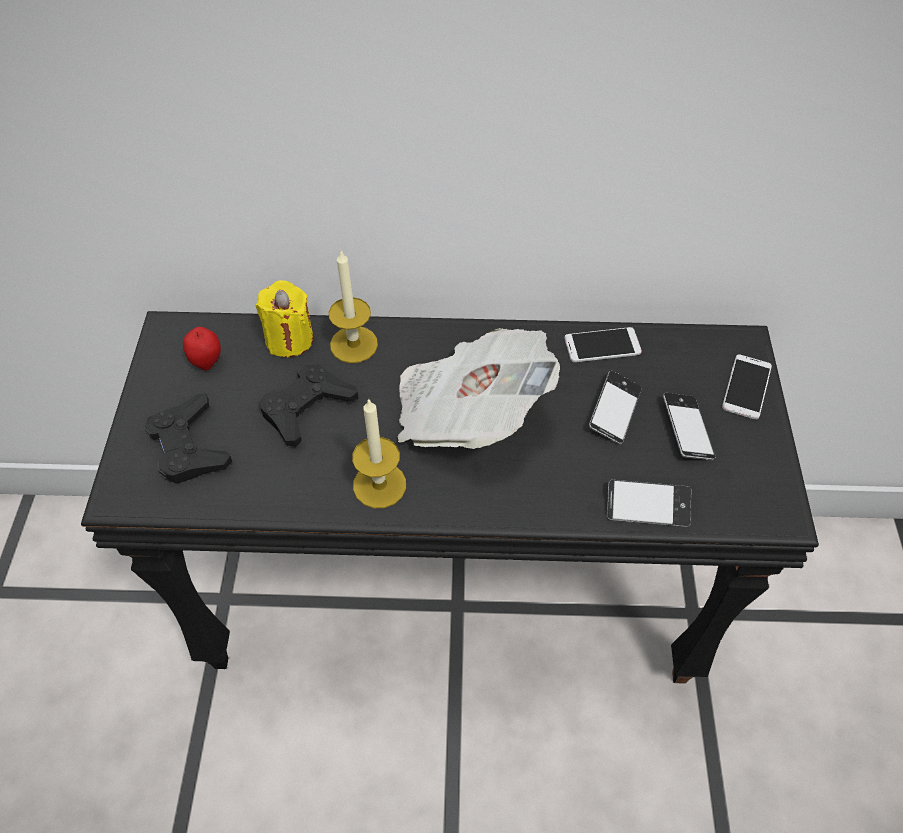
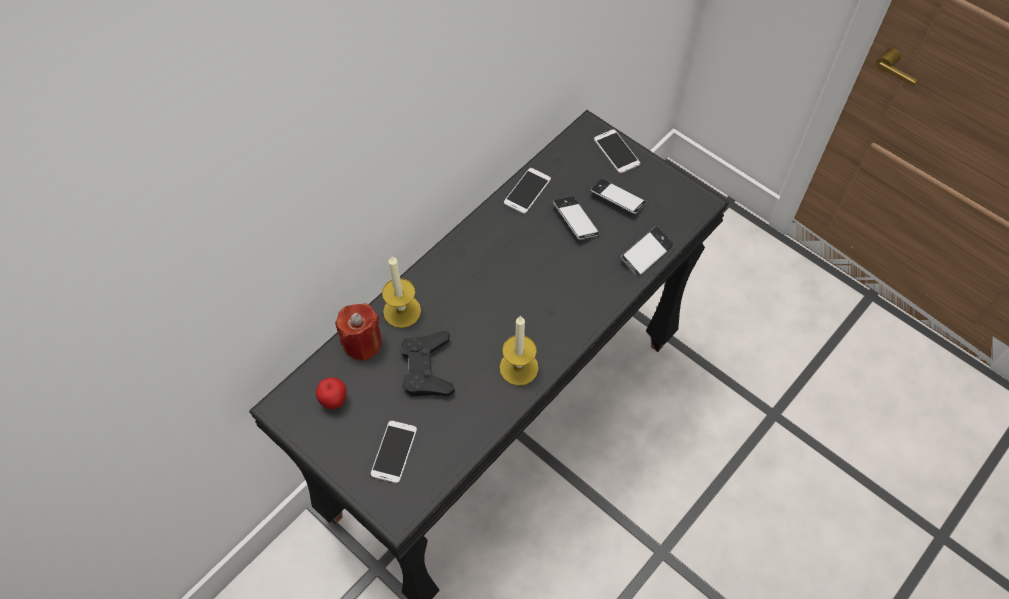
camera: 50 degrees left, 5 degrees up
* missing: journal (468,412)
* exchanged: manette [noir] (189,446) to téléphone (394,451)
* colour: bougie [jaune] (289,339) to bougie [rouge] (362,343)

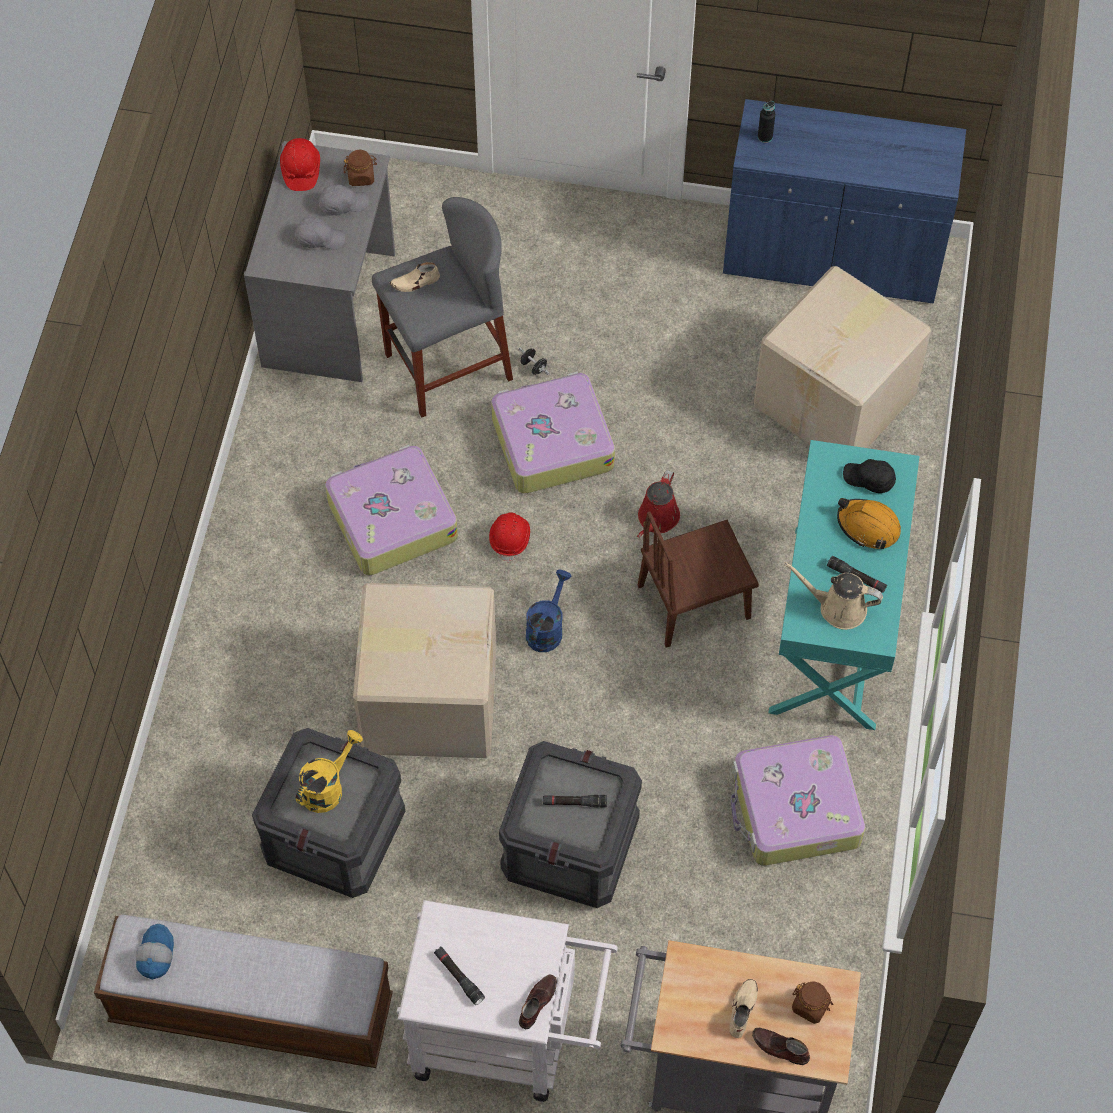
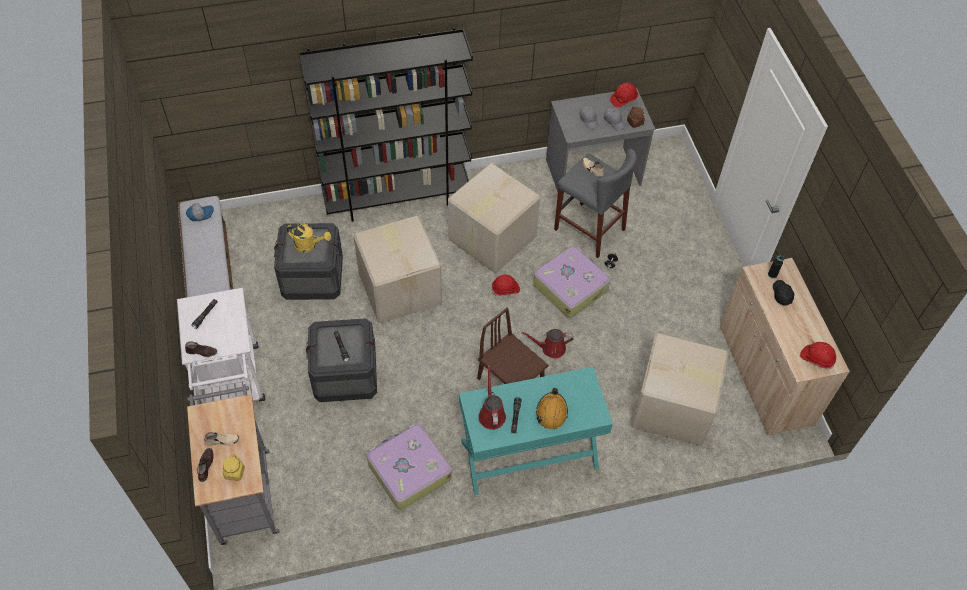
camera: 65 degrees right, 5 degrees down
* missing: arrosoir [bleu] (547,628)
* appeared: bibliothèque [noir] (397,198)
* appeared: casque de chantier [rouge] (817,358)
* relocated: casquette [noir] (869,480) to (781,295)
* exchanged: valise (391,519) to carton (490,238)
* colour: meuble de rangement [bleu] (832,258) to meuble de rangement [beige] (765,375)
* colour: arrosoir [beige] (837,608) to arrosoir [rouge] (491,414)
* colour: bocal [marron] (811,1006) to bocal [jaune] (234,473)

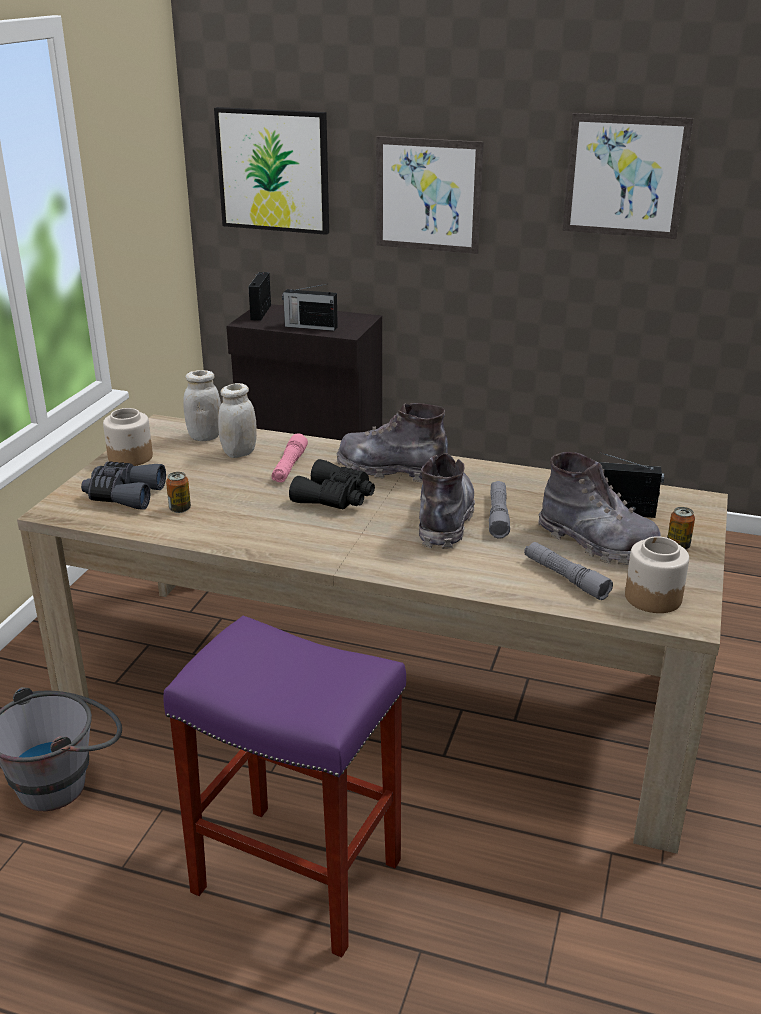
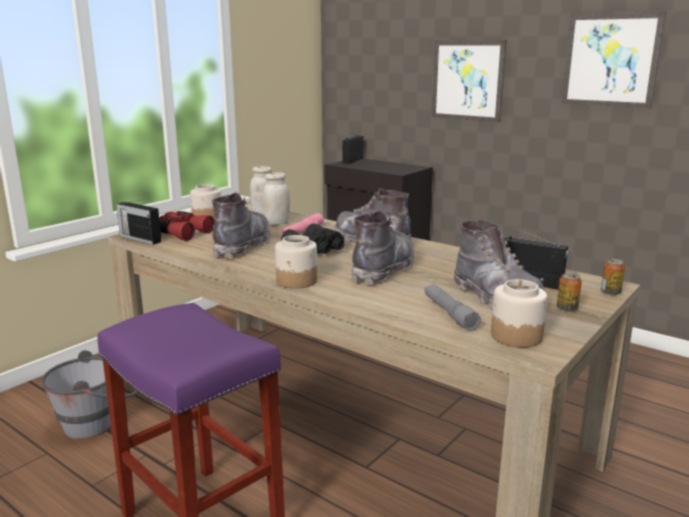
camera: 20 degrees right, 10 degrees down
* missing: tableau (273,170)
* missing: lampe de poche [gris] (498,516)
* appeared: botte [gris] (243,246)
* appeared: bocal (297,281)
* relocated: boîte métallique (180,509) to (610,292)
* relocated: radio (310,326) to (139,238)
* colour: jumelles [gris] (123,495) to jumelles [rouge] (182,233)

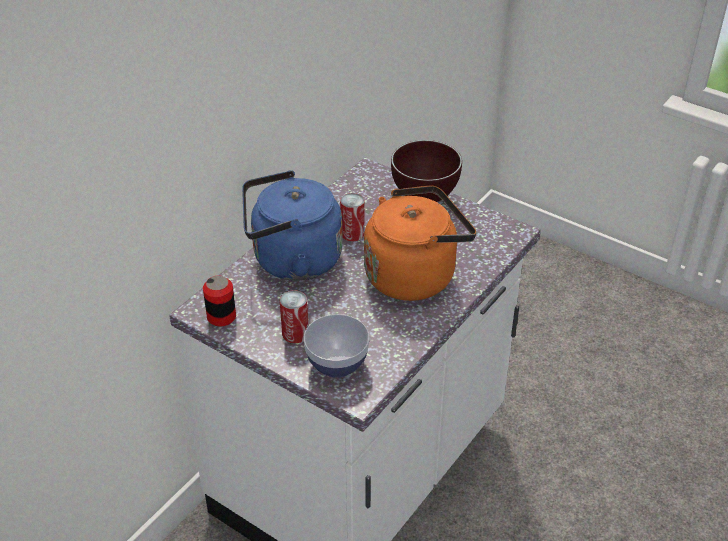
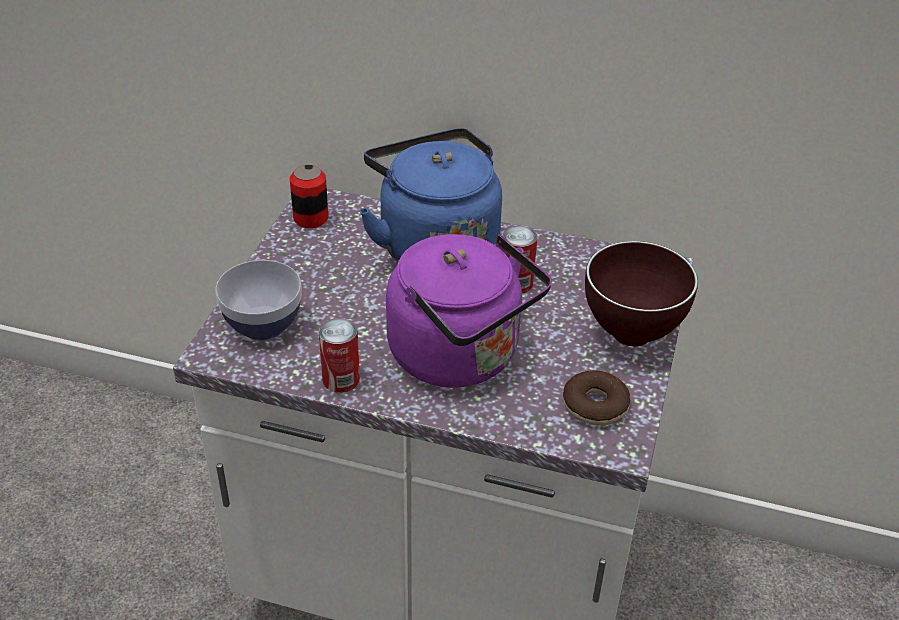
camera: 70 degrees right, 0 degrees up
* appeared: beignet (595,405)
* relocated: boîte métallique (295,333) to (341,379)
* colour: bouilloire [orange] (414,275) to bouilloire [violet] (461,357)

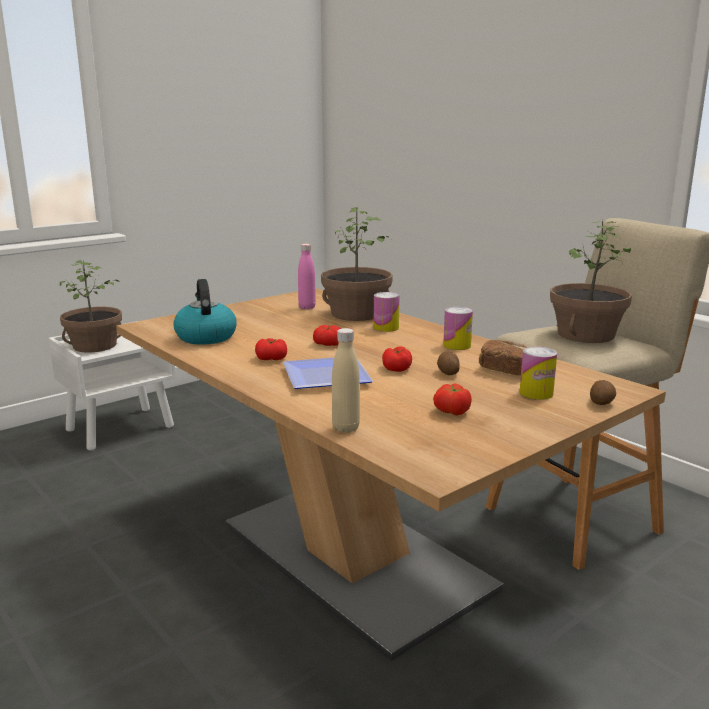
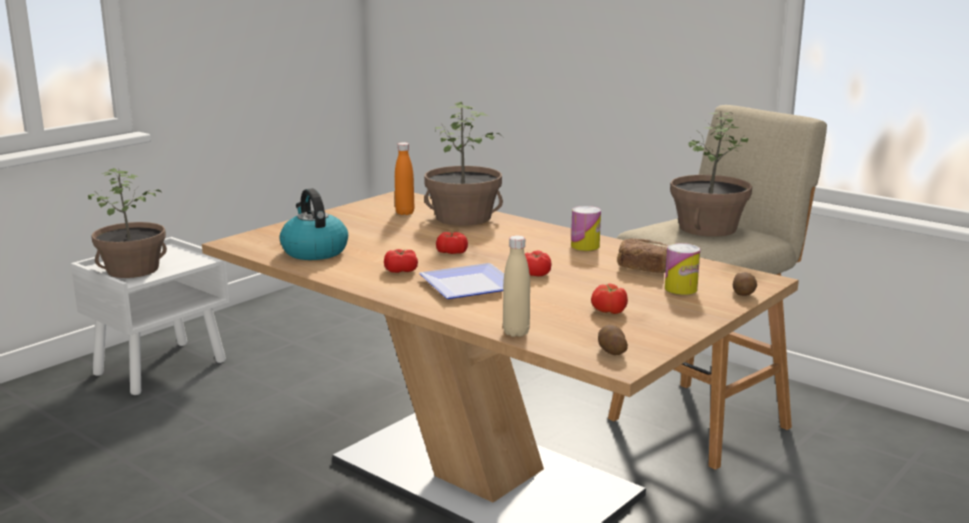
camera: 10 degrees left, 0 degrees up
* missing: boîte métallique (386,328)
* relocated: pomme de terre (447,372) to (611,351)
* colour: bouteille [rose] (307,307) to bouteille [orange] (405,213)

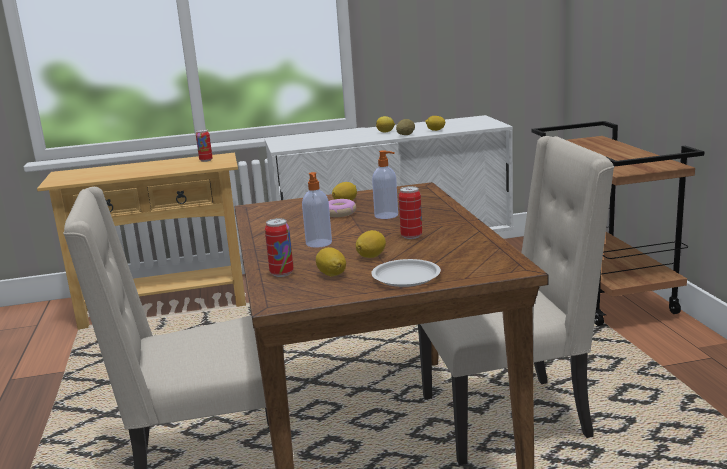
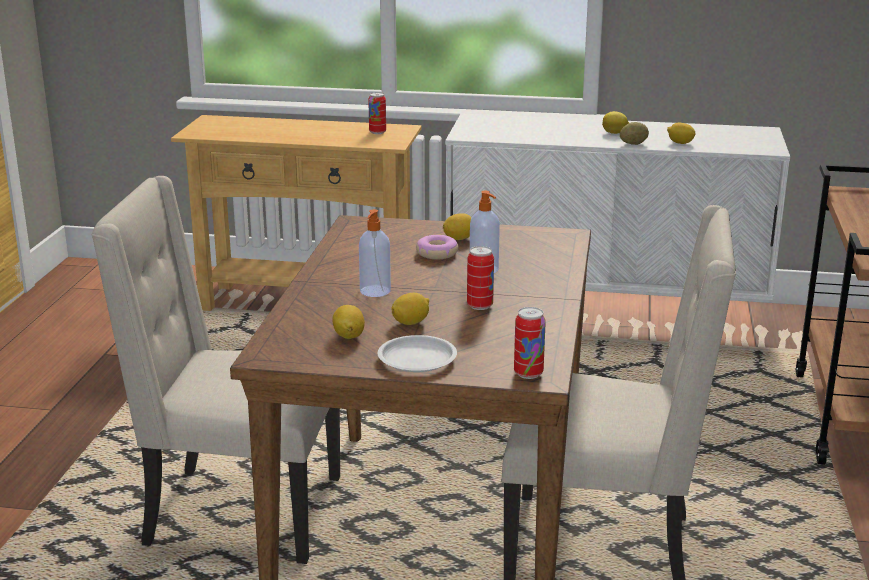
camera: 20 degrees right, 5 degrees up
* relocated: boîte métallique (281,273) to (528,373)

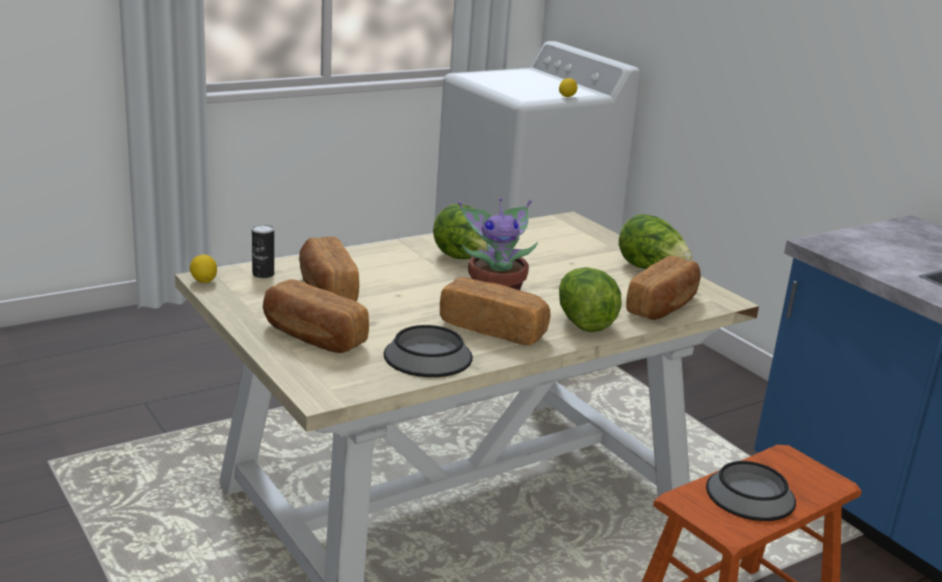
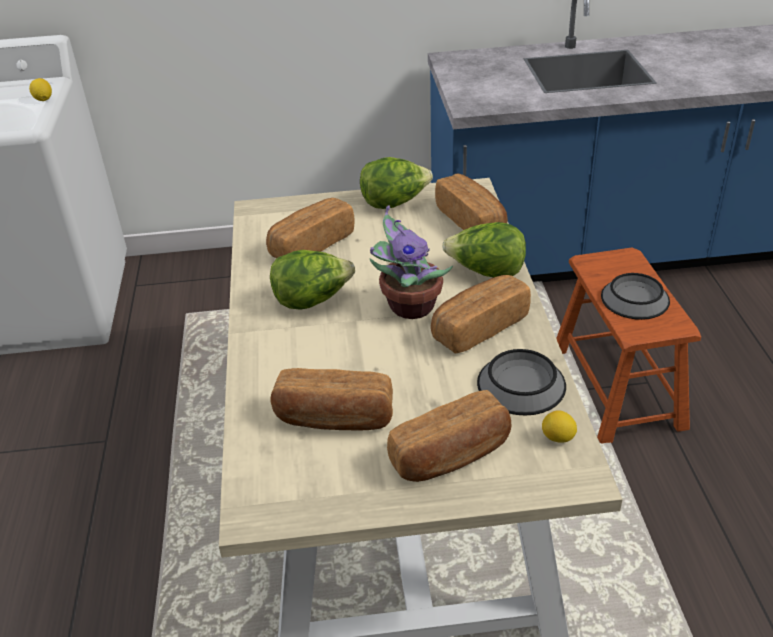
camera: 60 degrees left, 15 degrees up
* missing: boîte métallique (263,274)
* appeared: pain (311,245)
* relocated: citron (204,281) to (558,438)

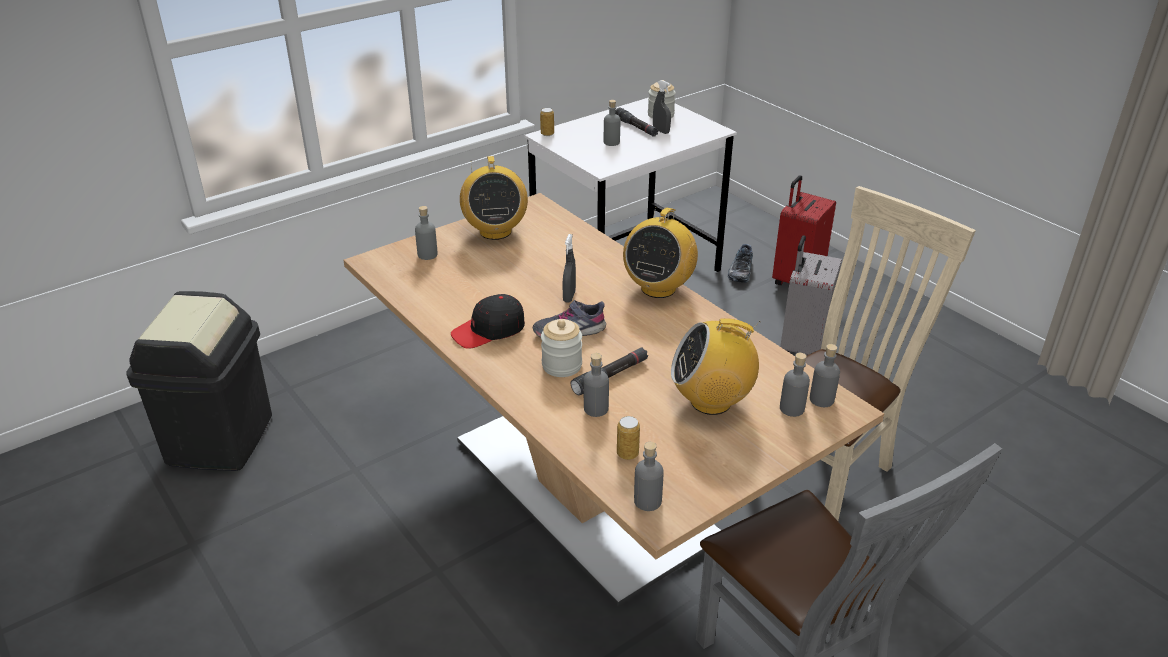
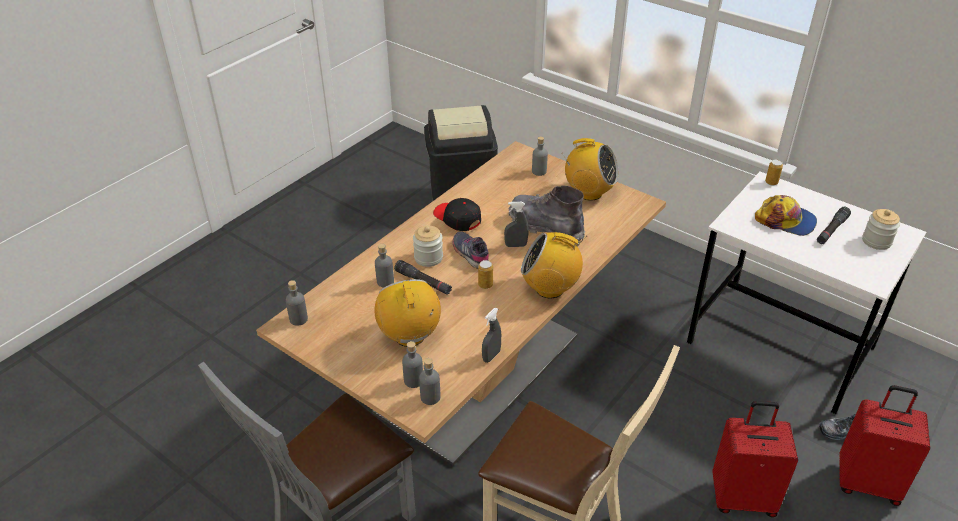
camera: 75 degrees right, 5 degrees up
* appeared: botte [gris] (545,227)
* relocated: boîte métallique (627,454) to (485,285)
* relocated: vaporisateur [gris] (661,131) to (491,356)
* exchanged: bouteille [gris] (611,142) to casquette (785,221)
* colour: valise [gris] (802,346) to valise [rouge] (742,497)
* spun: radio (495,231) = (589,193) 135 degrees counterclockwise

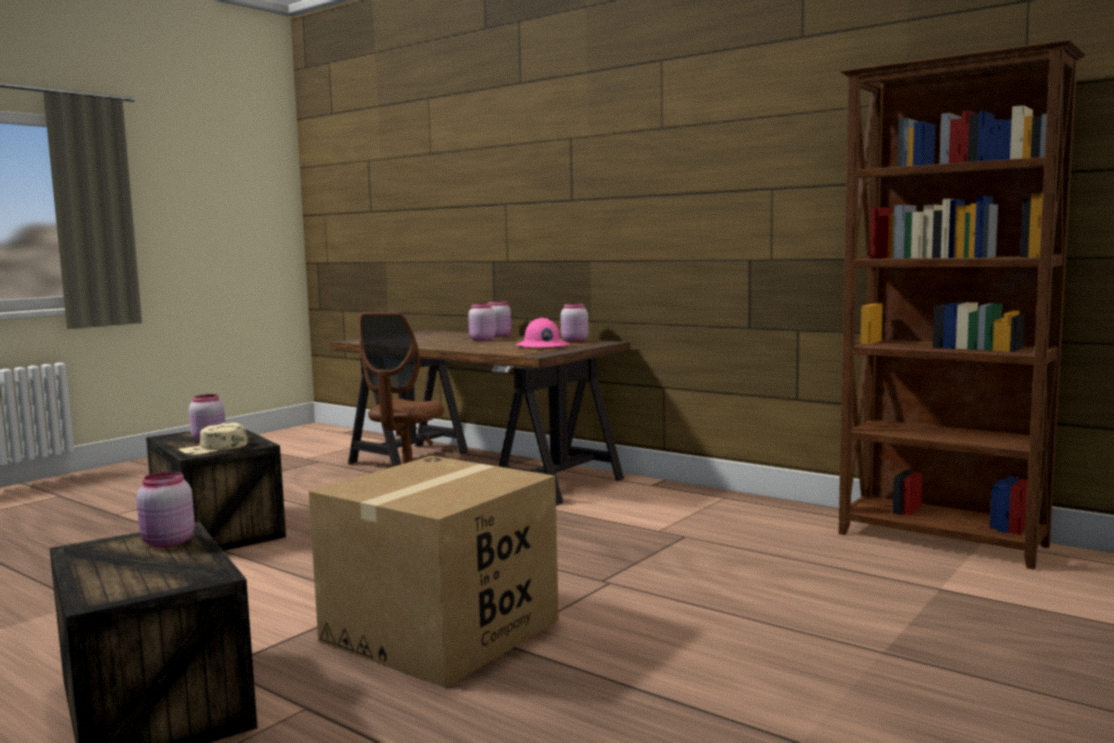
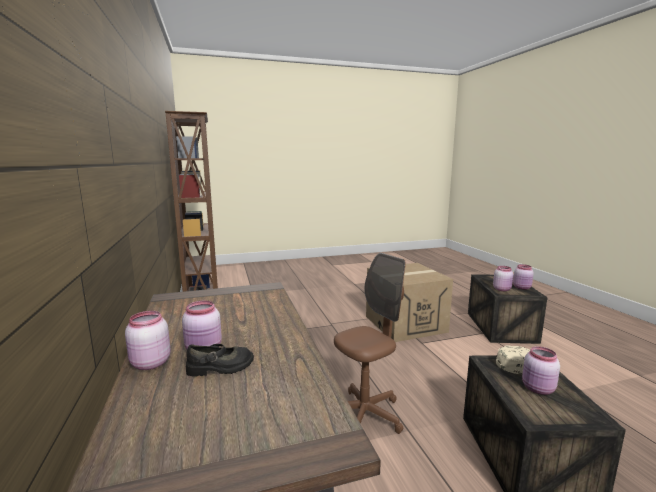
camera: 145 degrees left, 5 degrees up
* missing: casque de chantier [rose] (542,346)
* appeared: chaussure [noir] (220,368)
* relocated: bocal [rose] (573,341) to (522,288)

